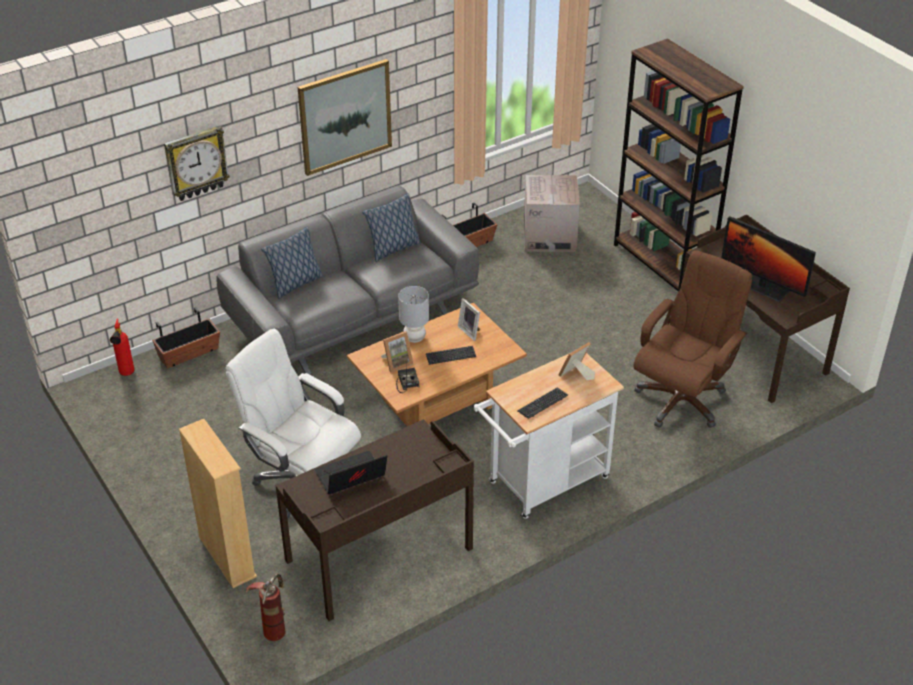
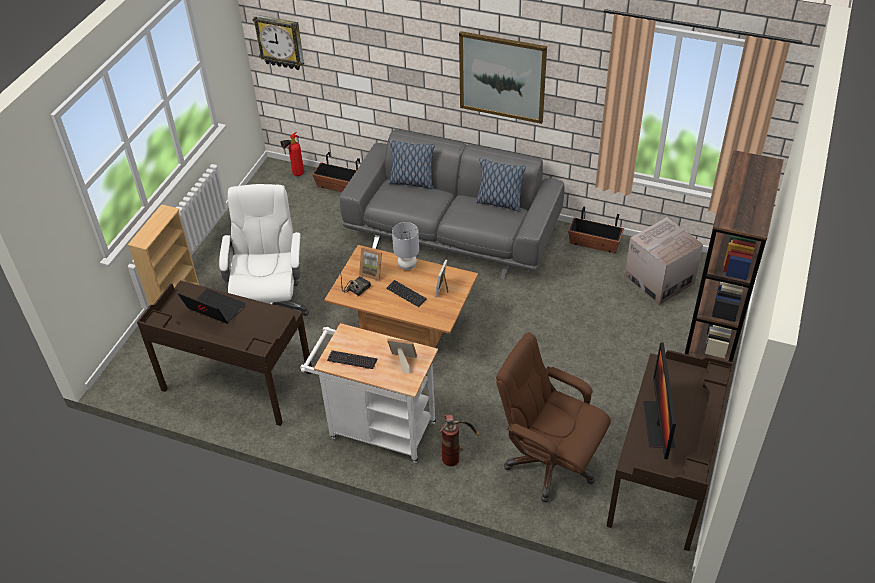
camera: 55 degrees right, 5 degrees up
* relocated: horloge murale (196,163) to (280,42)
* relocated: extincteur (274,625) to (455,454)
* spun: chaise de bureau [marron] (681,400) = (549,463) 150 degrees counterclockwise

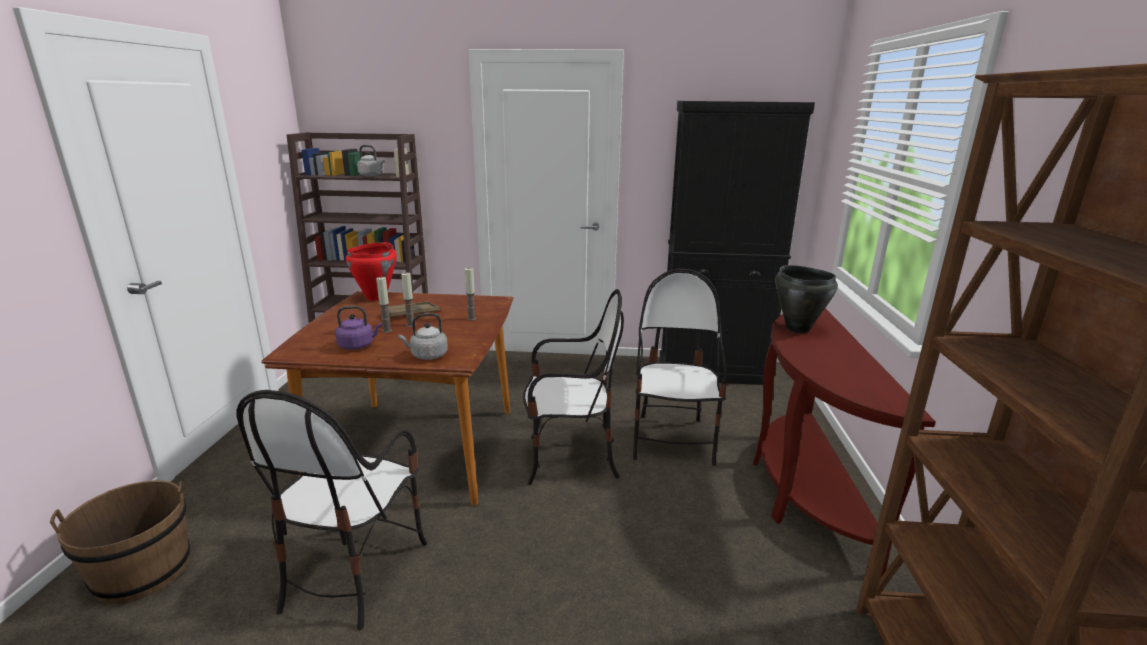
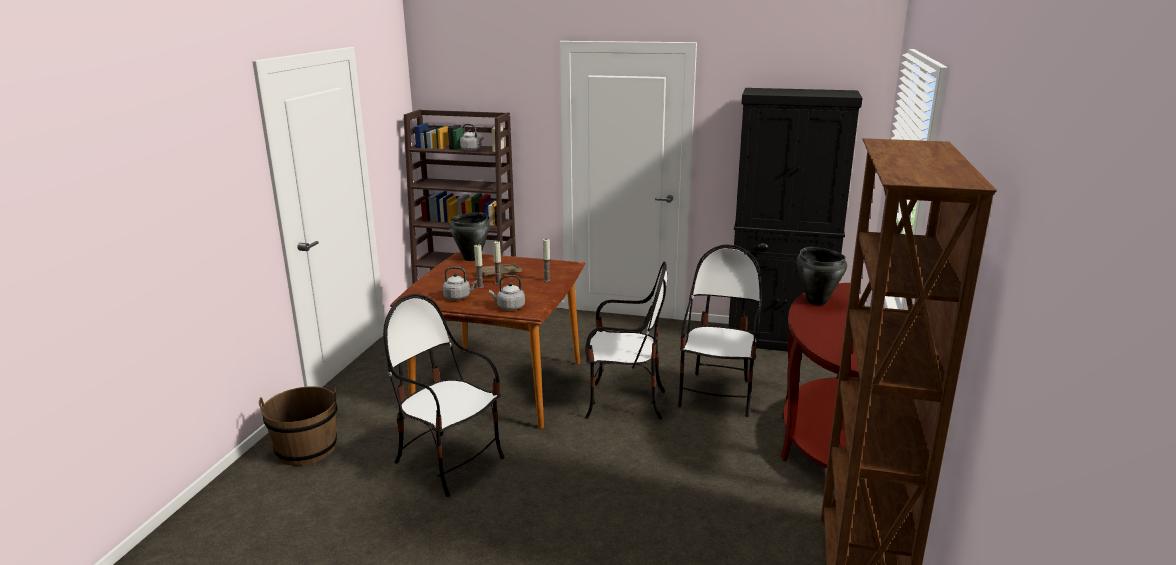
camera: 10 degrees right, 0 degrees up
* colour: bouilloire [violet] (358,345) to bouilloire [gris] (458,297)
* colour: marmite [rouge] (376,297) to marmite [noir] (472,258)
* spun: chaise (353,572) = (449,462) 105 degrees clockwise

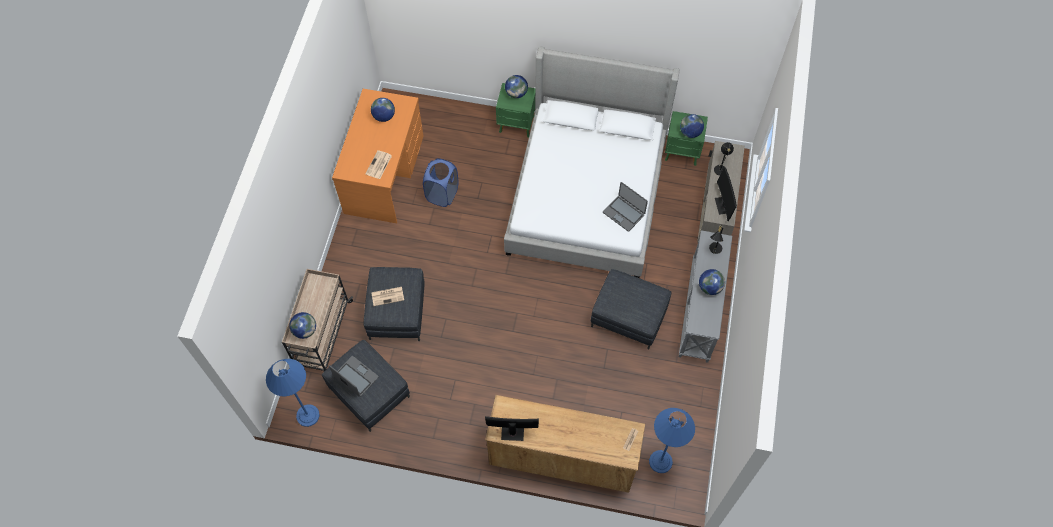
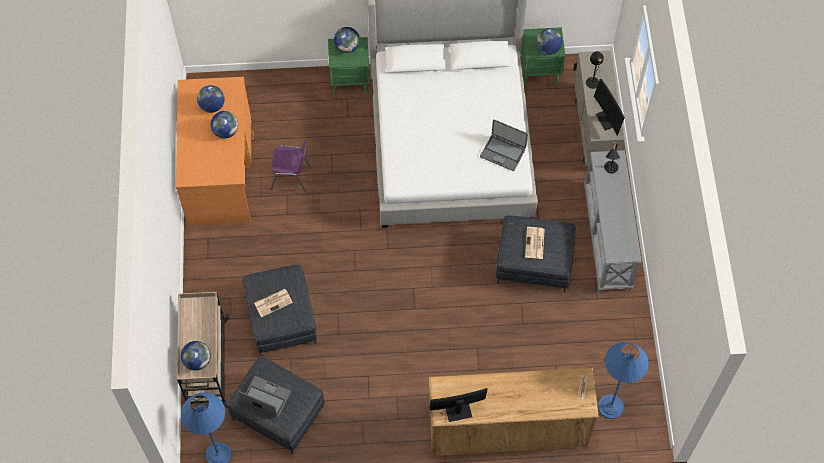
camera: 15 degrees left, 0 degrees up
* relocated: journal (378,165) to (535,243)
* relocated: globe (709,287) to (226,131)
* exchanged: panier à linge [bleu] (442,194) to chaise [violet] (291,178)

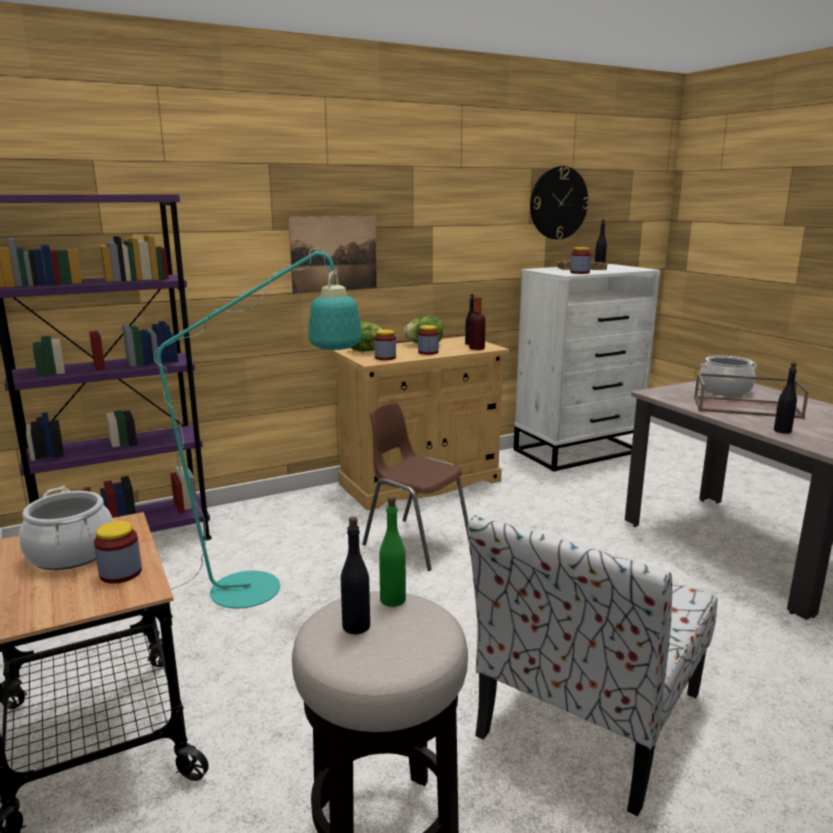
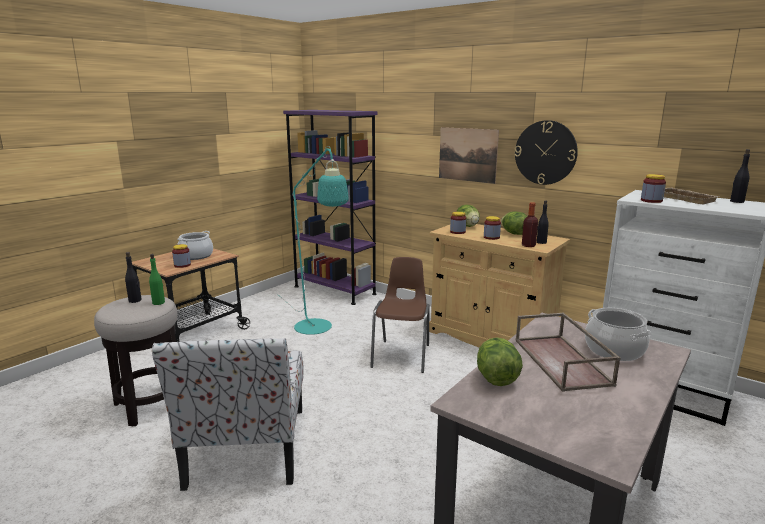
camera: 65 degrees right, 0 degrees up
* relocated: horloge murale (558,203) to (545,152)
* exchanged: bouteille [noir] (782,431) to laitue (496,378)
* spun: chaise (588,717) = (247,448) 105 degrees counterclockwise

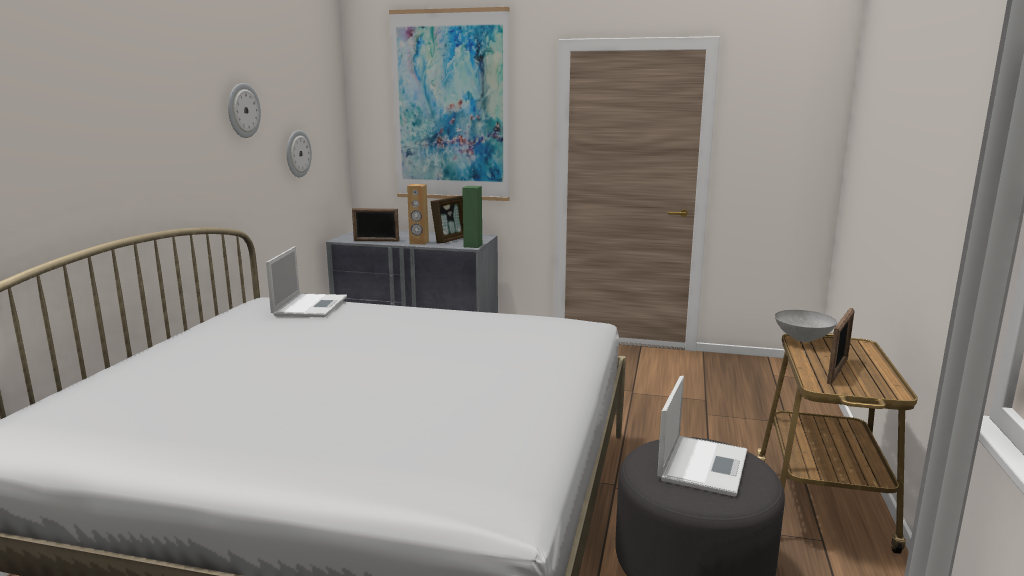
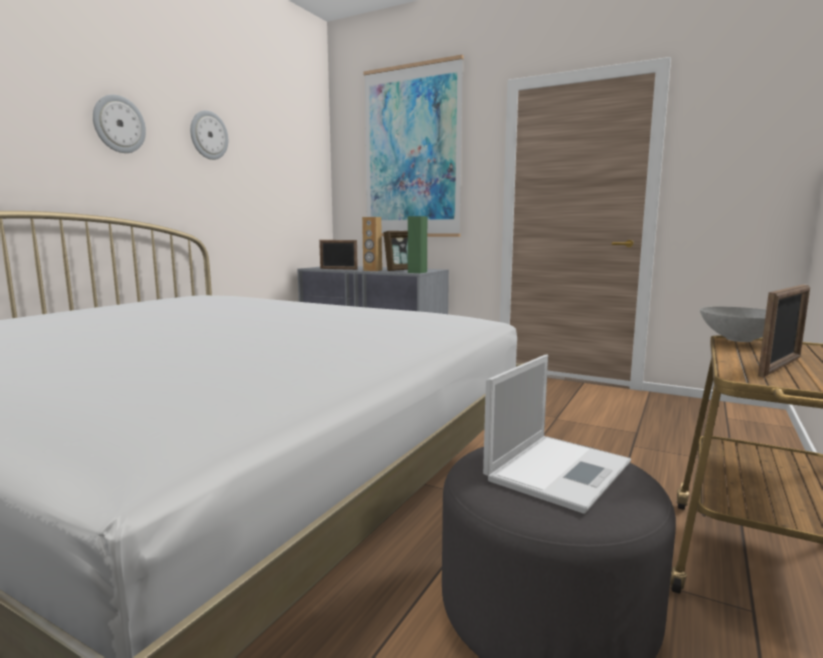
camera: 15 degrees right, 5 degrees down
* missing: ordinateur portable (310,306)
* relocated: horloge murale (297,153) to (119,124)

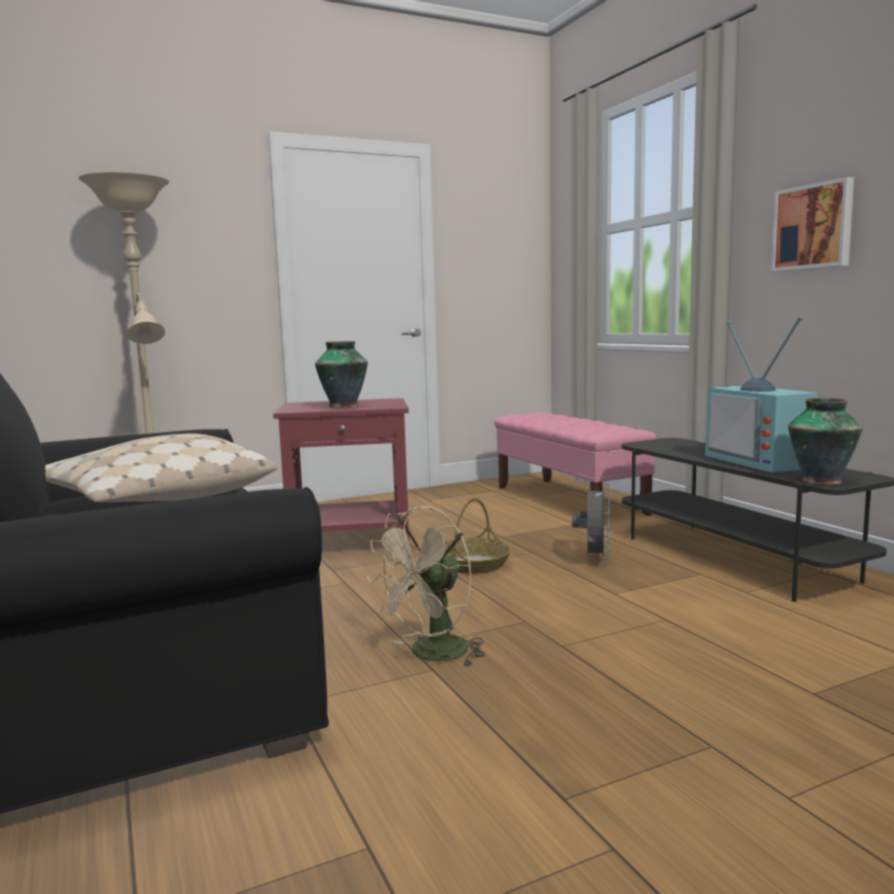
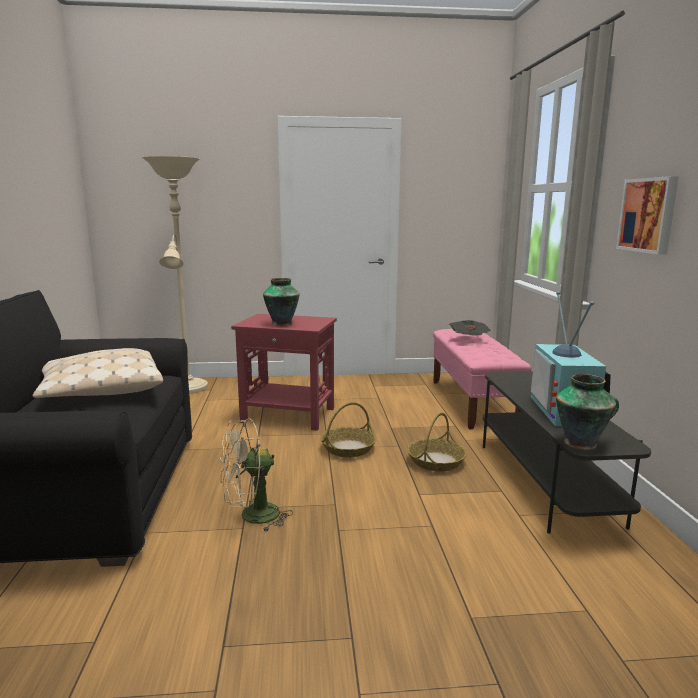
camera: 20 degrees right, 5 degrees up
* appeared: journal (469,339)
* exchanged: ventilateur [gris] (595,559) to panier (436,461)

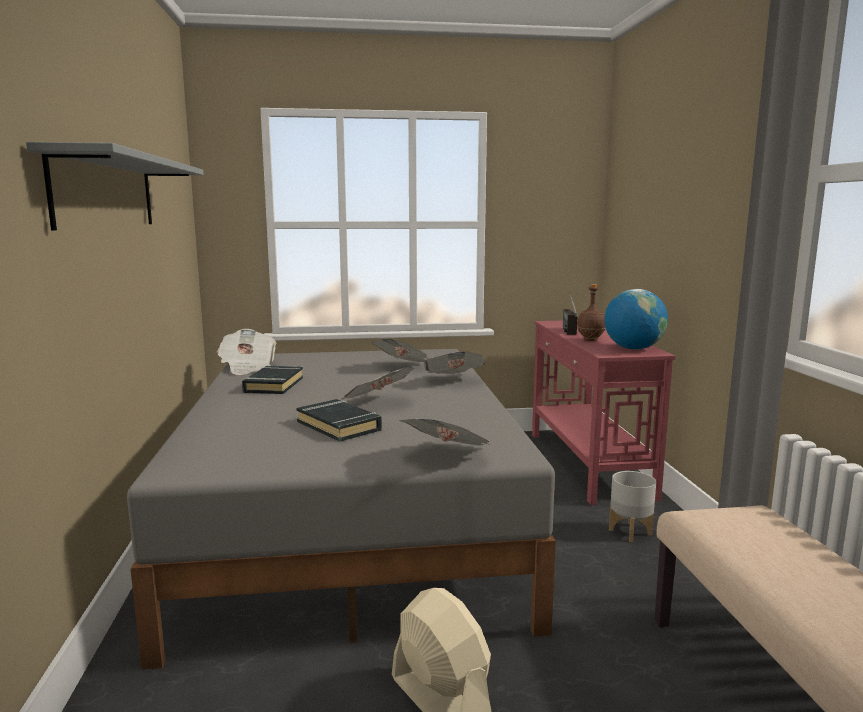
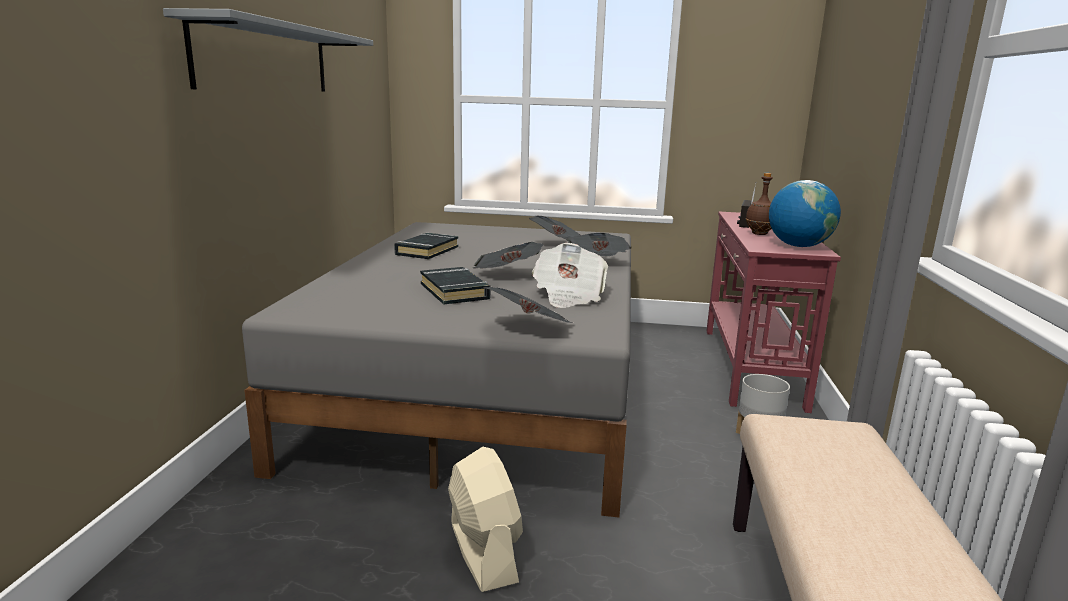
camera: 15 degrees right, 5 degrees up
* relocated: journal (247,367) to (568,296)

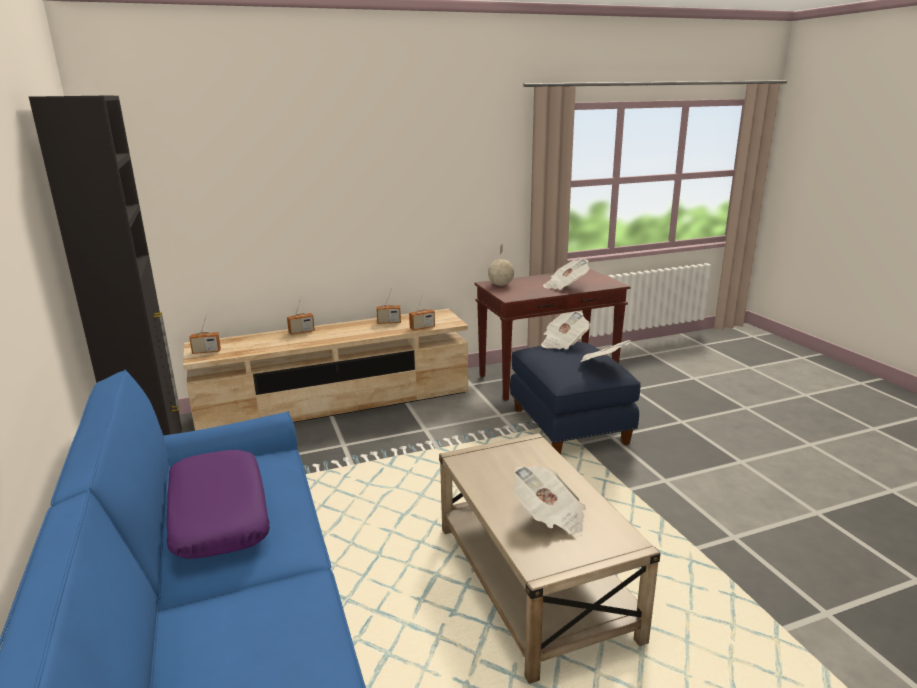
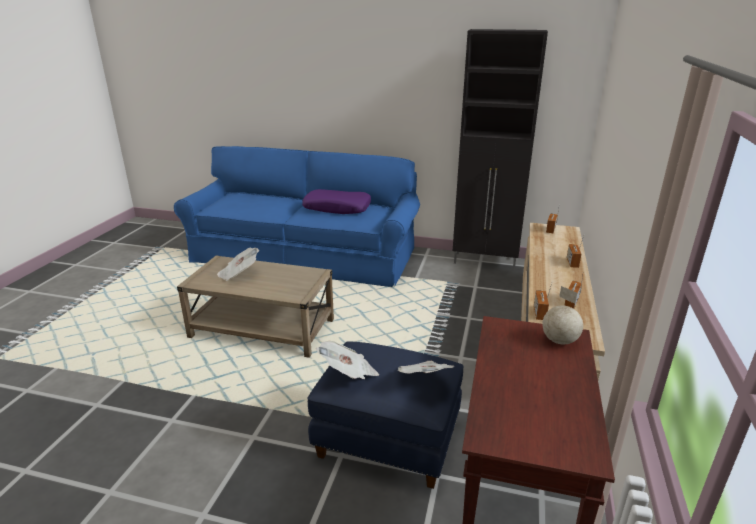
camera: 125 degrees right, 5 degrees up
* missing: journal (565,286)

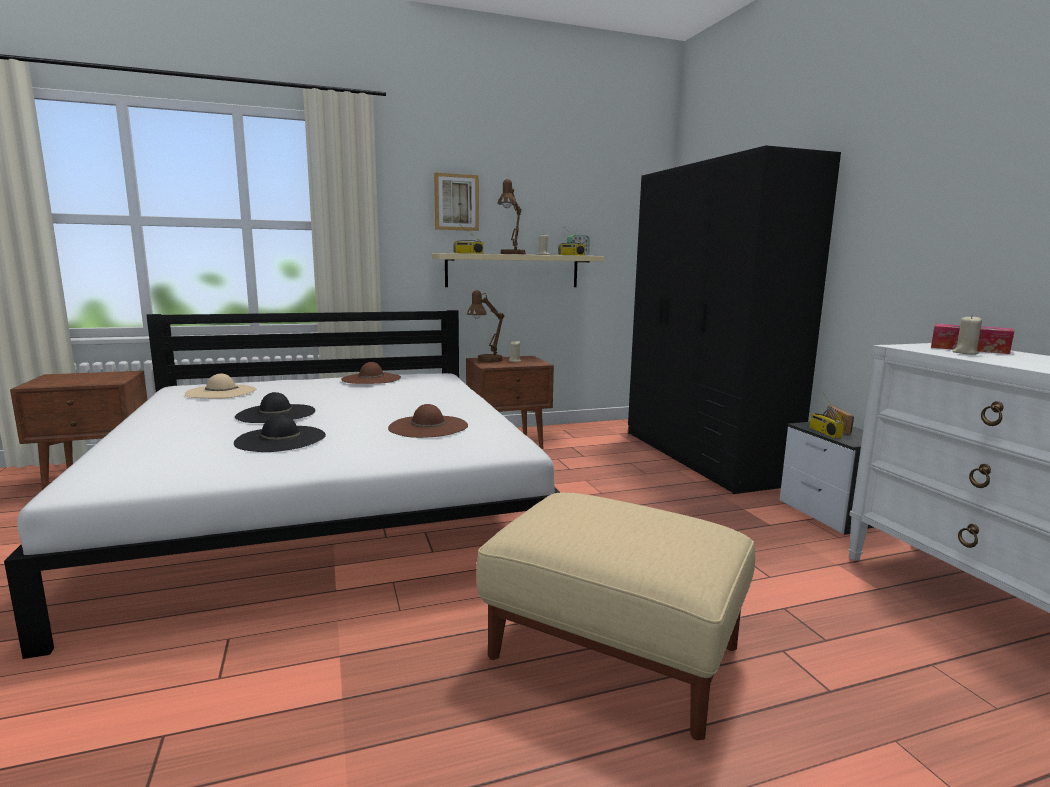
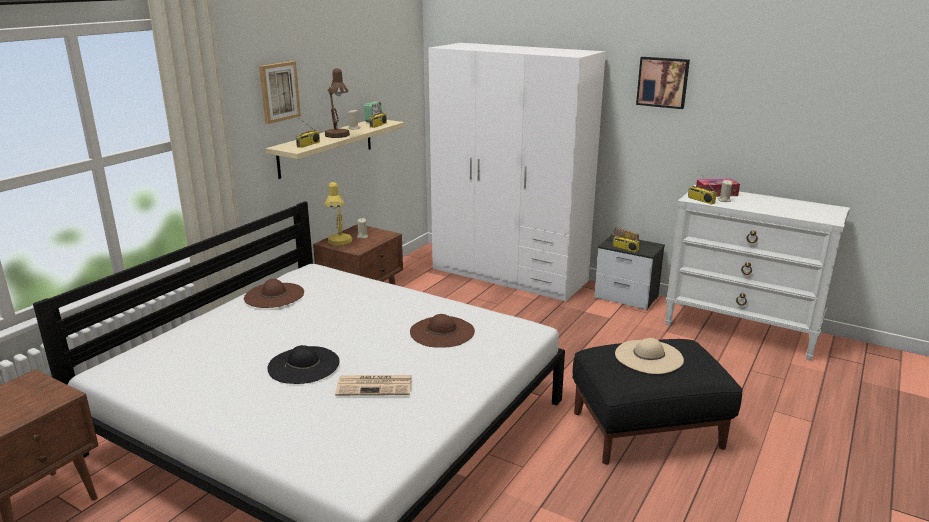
camera: 40 degrees left, 10 degrees up
* appeared: tableau (663,82)
* appeared: radio (700,200)
* relocated: chapeau [beige] (221,392) to (648,356)
* exchanged: chapeau [noir] (281,439) to journal (375,386)
* colour: lampe de table [marron] (486,360) to lampe de table [jaune] (339,243)
* colour: pouf [beige] (613,650) to pouf [noir] (646,429)
* colour: armoire [noir] (703,456) to armoire [blanc] (509,275)

